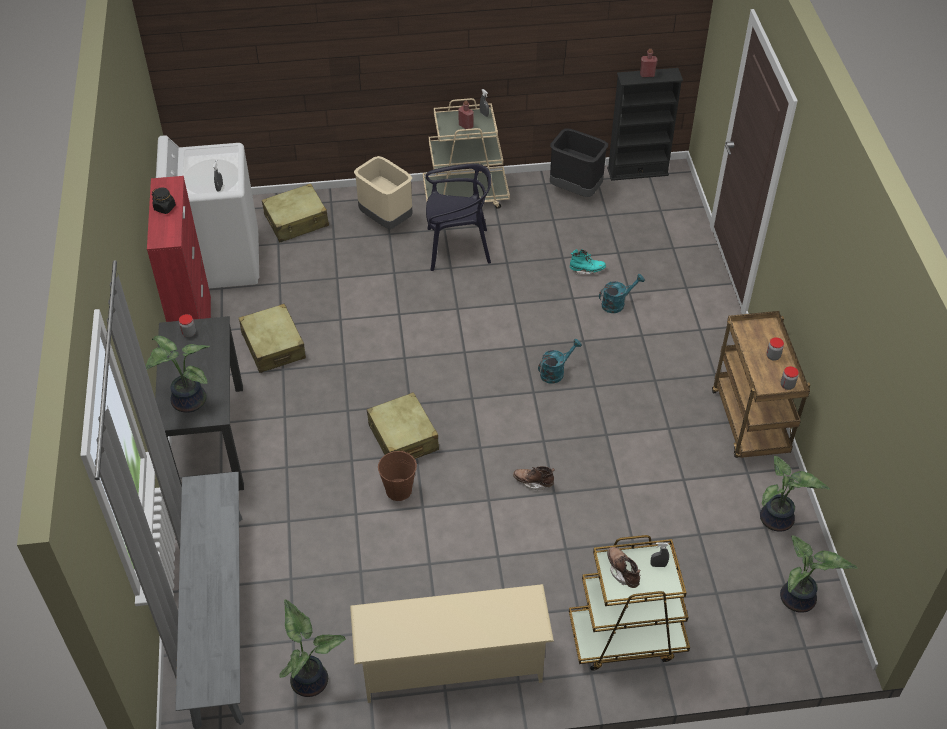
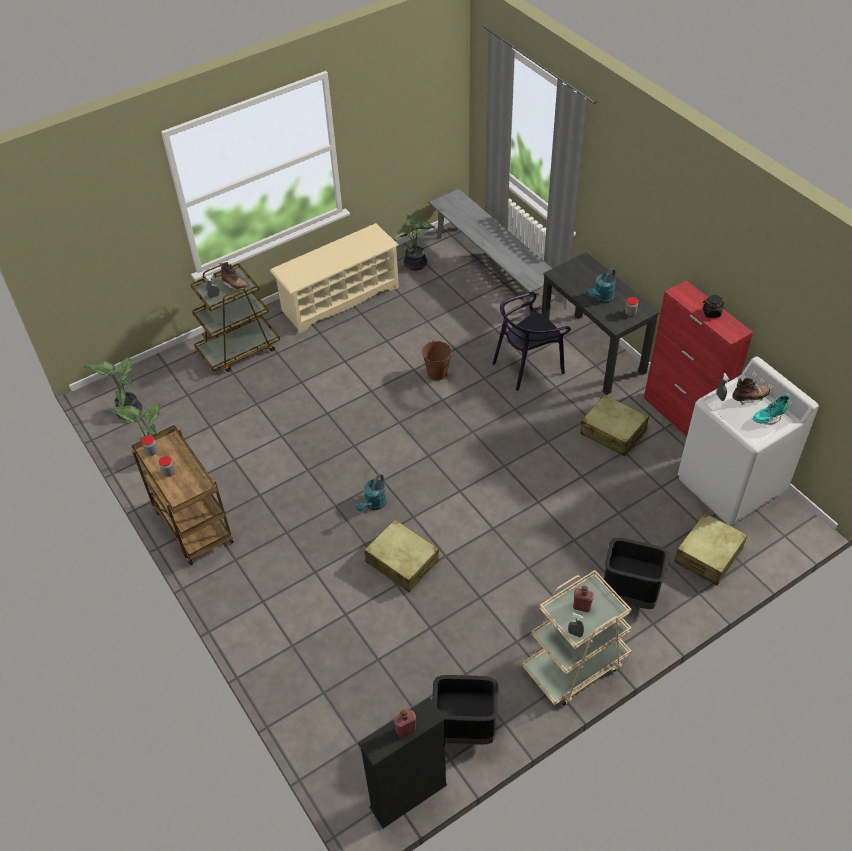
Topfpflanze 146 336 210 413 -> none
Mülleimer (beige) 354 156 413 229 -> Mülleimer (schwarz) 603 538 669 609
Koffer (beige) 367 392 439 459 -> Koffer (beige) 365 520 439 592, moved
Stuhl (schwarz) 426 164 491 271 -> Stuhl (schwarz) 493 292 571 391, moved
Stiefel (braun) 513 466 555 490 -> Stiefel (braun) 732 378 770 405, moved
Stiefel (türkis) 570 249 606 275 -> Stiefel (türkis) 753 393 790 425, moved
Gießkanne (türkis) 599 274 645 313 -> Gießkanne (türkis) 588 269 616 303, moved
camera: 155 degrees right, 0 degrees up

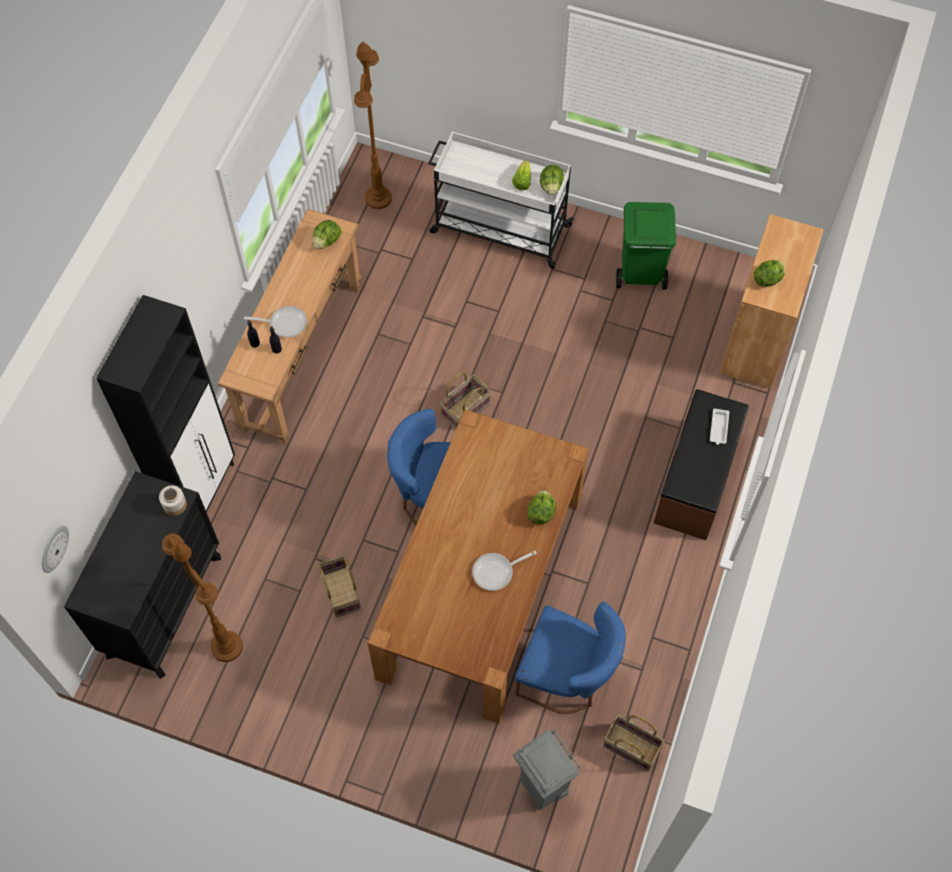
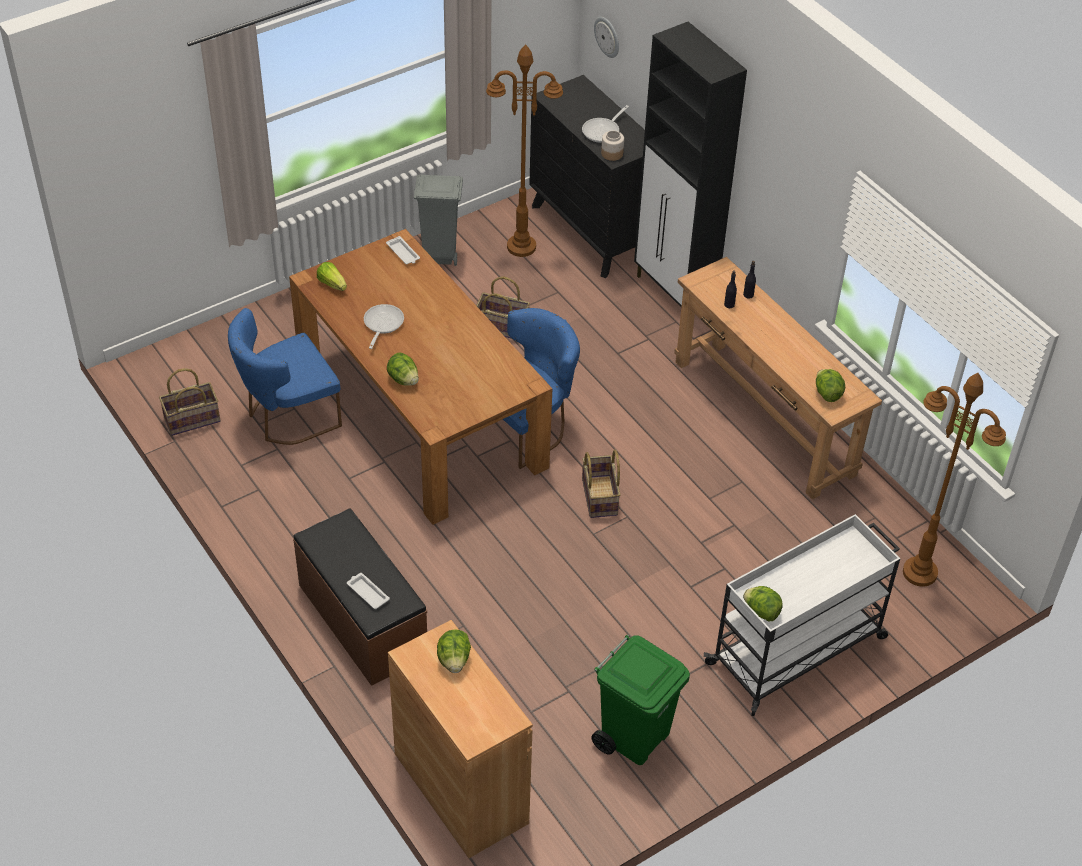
Pfanne 244 306 307 337 -> Pfanne 582 105 629 143, moved
Salatkopf 512 160 531 190 -> Salatkopf 317 262 347 291, moved
Mülleimer (grau) 513 730 581 810 -> Mülleimer (grau) 414 174 463 266, moved
none -> Tablett (weiß) 386 236 420 264
camera: 125 degrees right, 15 degrees down

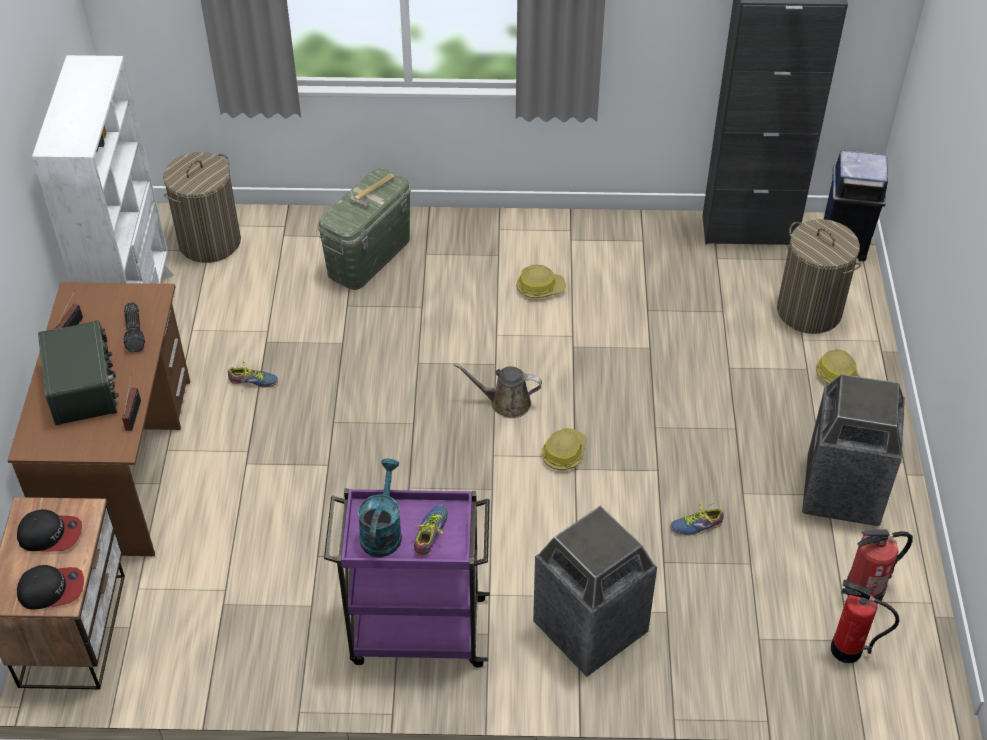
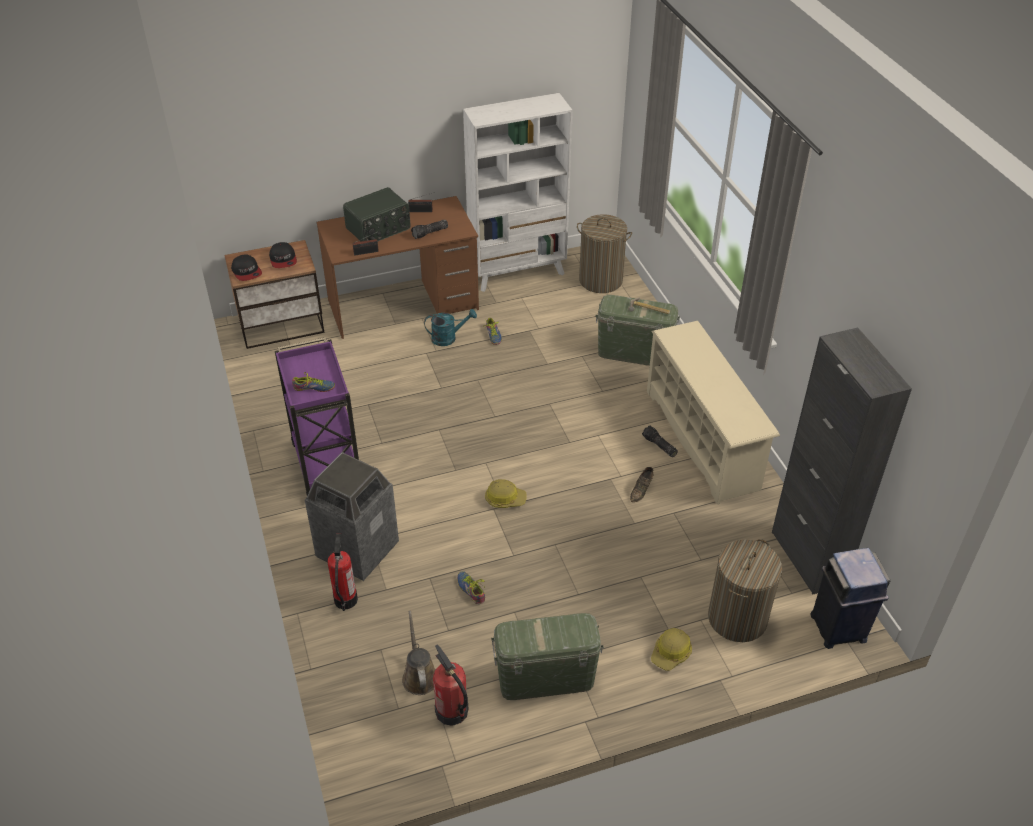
Gießkanne (türkis) 358 458 402 557 -> Gießkanne (türkis) 424 309 477 346, moved
Gießkanne (braun) 454 363 542 418 -> Gießkanne (braun) 402 610 435 695, moved
Schutzhelm 516 265 566 298 -> Taschenlampe 642 425 678 457
Mülleimer 802 374 905 526 -> Aufbewahrungsbox (grün) 491 613 604 700
Feuerlöscher 831 580 899 663 -> Feuerlöscher 328 533 358 611, moved
none -> Schuh (braun) 630 467 653 502
none -> Schuhregal (beige) 647 321 780 504
camera: 70 degrees right, 5 degrees down

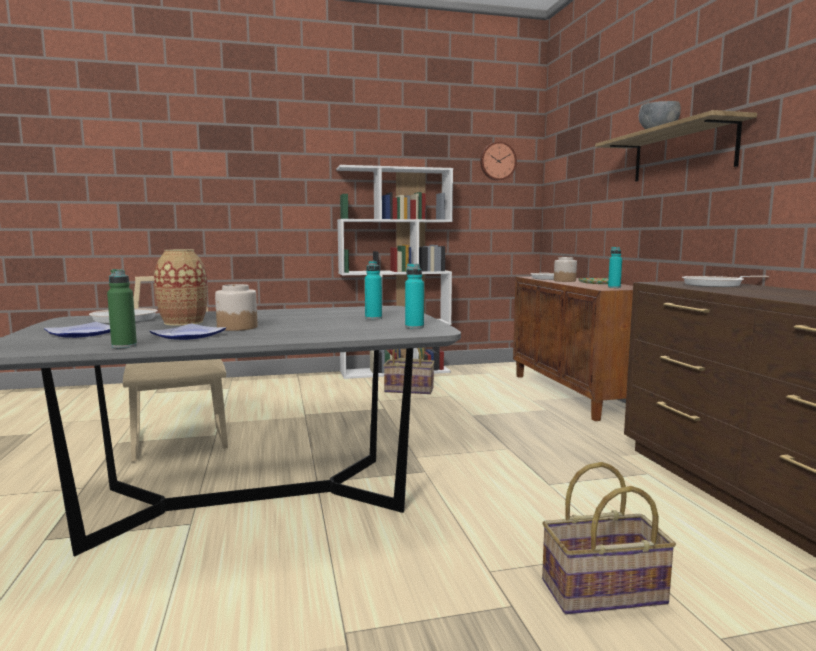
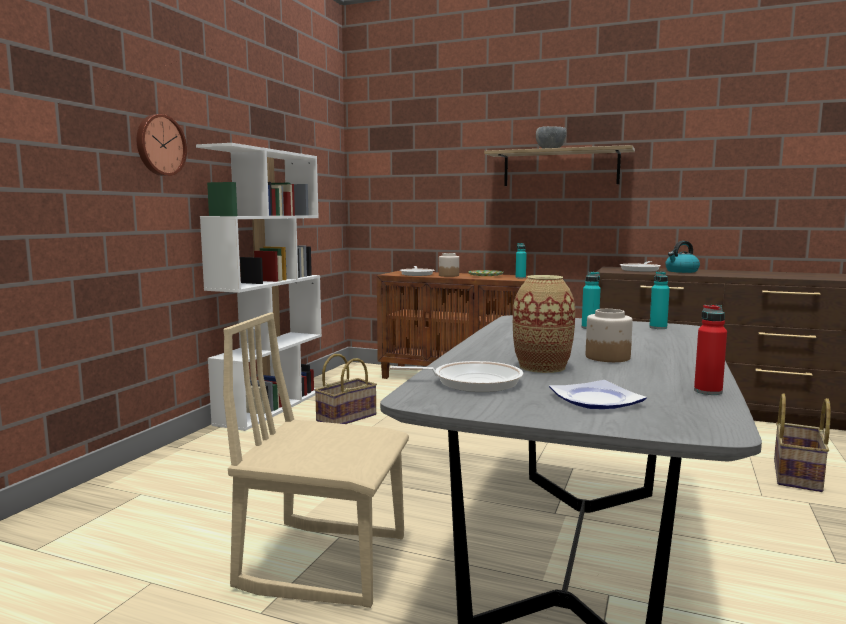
Flasche (grün) 107 269 137 348 -> Flasche (rot) 694 305 727 395
Teller 149 324 226 340 -> none
Wanduhr 480 142 517 181 -> Wanduhr 137 114 187 176, moved
none -> Wasserkessel 665 241 700 273
camera: 55 degrees left, 0 degrees up

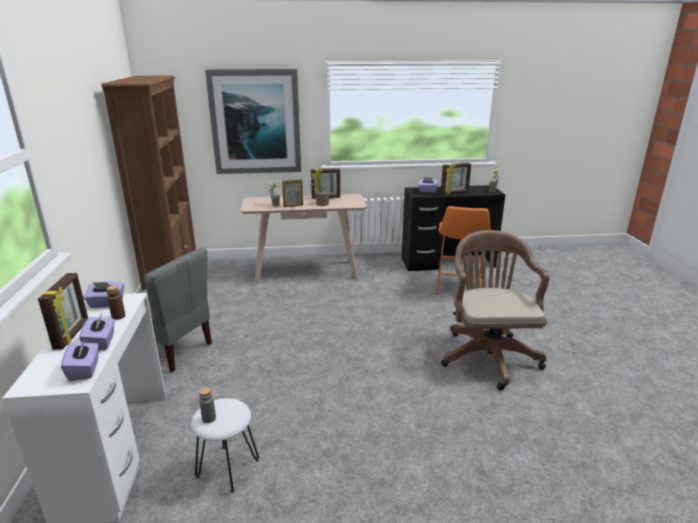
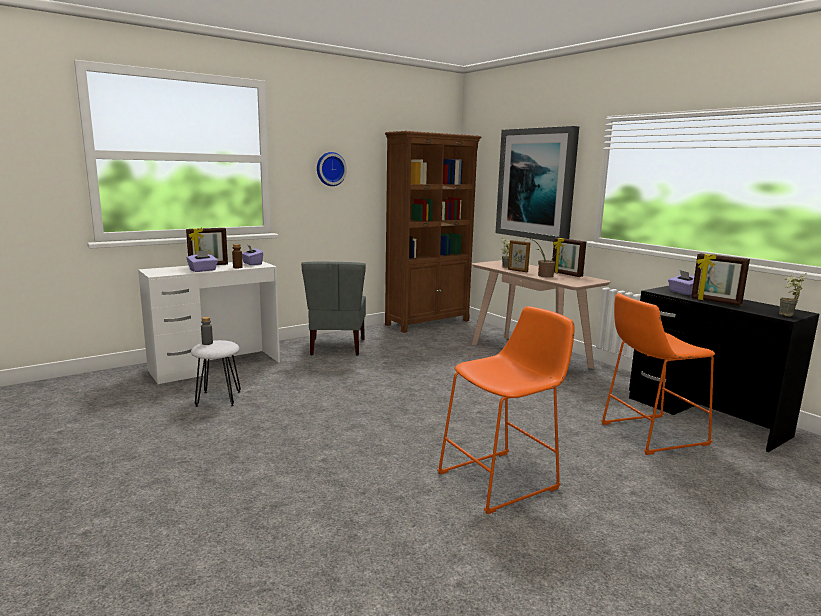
Taschentuchbox (lila) 61 339 99 381 -> none
Bürostuhl (braun) 441 230 549 391 -> Hocker (orange) 437 306 575 514
none -> Wanduhr 317 152 347 186
camera: 60 degrees right, 10 degrees down

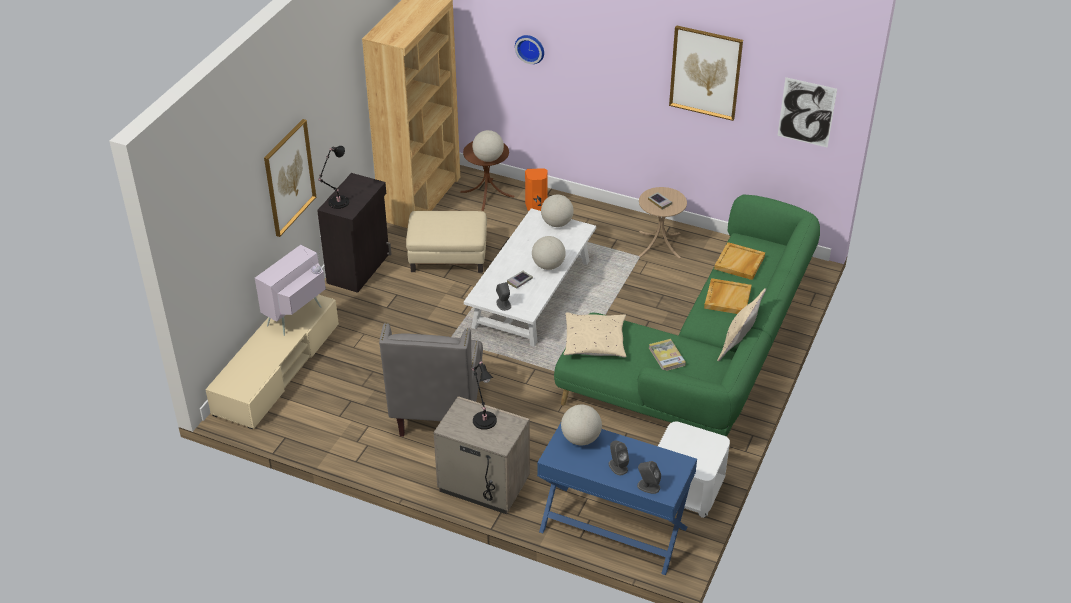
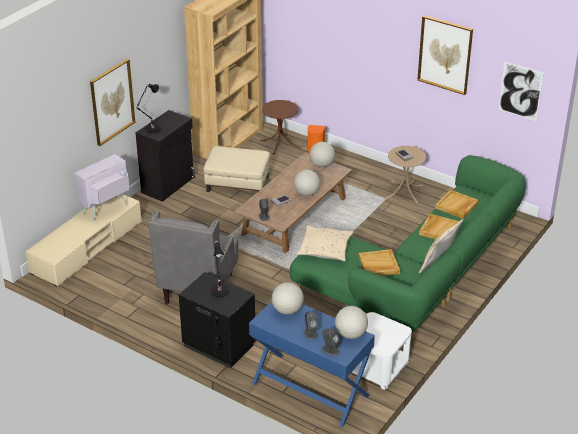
Nachttisch (beige) 434 396 530 514 -> Nachttisch (schwarz) 179 272 256 368
Couchtisch (weiß) 464 208 596 347 -> Couchtisch (braun) 234 153 352 253
Globus 472 130 504 162 -> Globus 335 306 368 339, moved
Wanduhr 515 35 544 64 -> none
Buch 649 339 686 371 -> Tablett (beige) 358 249 400 276
camera: 10 degrees right, 5 degrees down

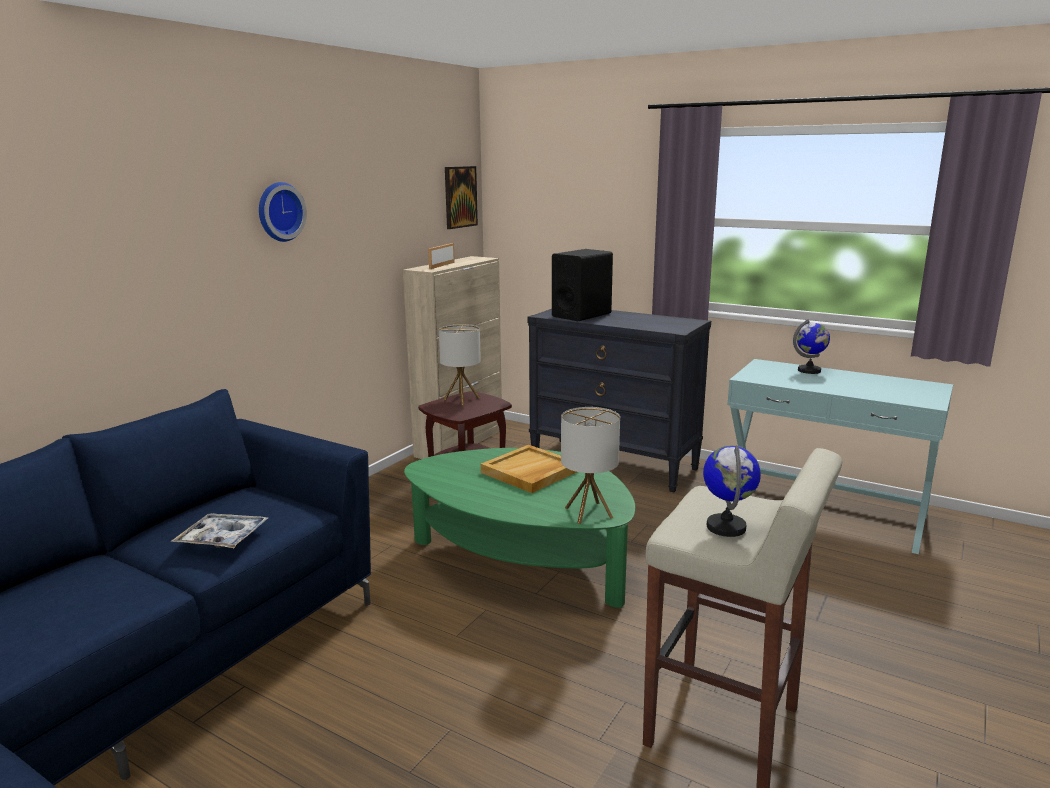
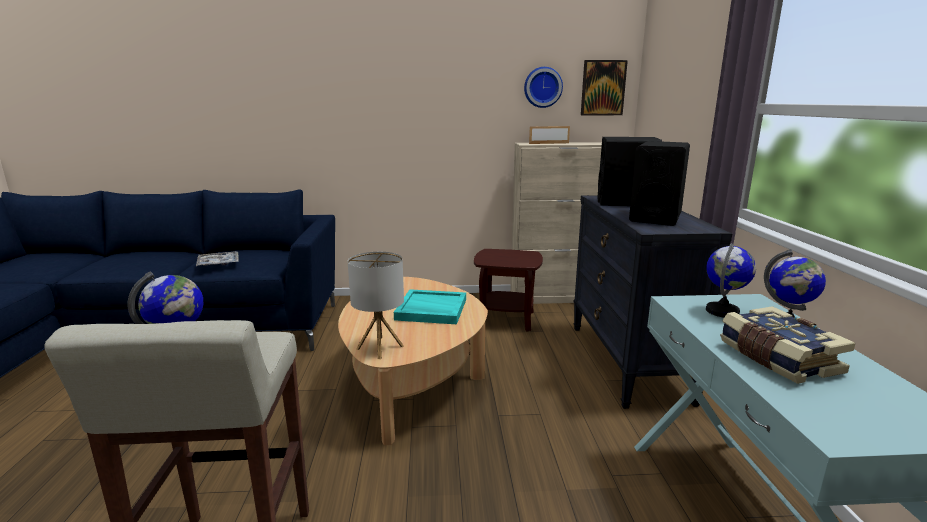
Wanduhr 259 182 307 242 -> Wanduhr 524 67 563 108, moved
Couchtisch (grün) 404 448 635 608 -> Couchtisch (beige) 338 277 488 445
Tischlampe 439 324 481 405 -> none
Tablett (beige) 481 445 577 493 -> Tablett (türkis) 394 289 466 324
none -> Lautsprecher (schwarz) 629 141 690 226
none -> Globus 706 243 756 318
none -> Buch 720 306 856 384
camera: 55 degrees right, 0 degrees up

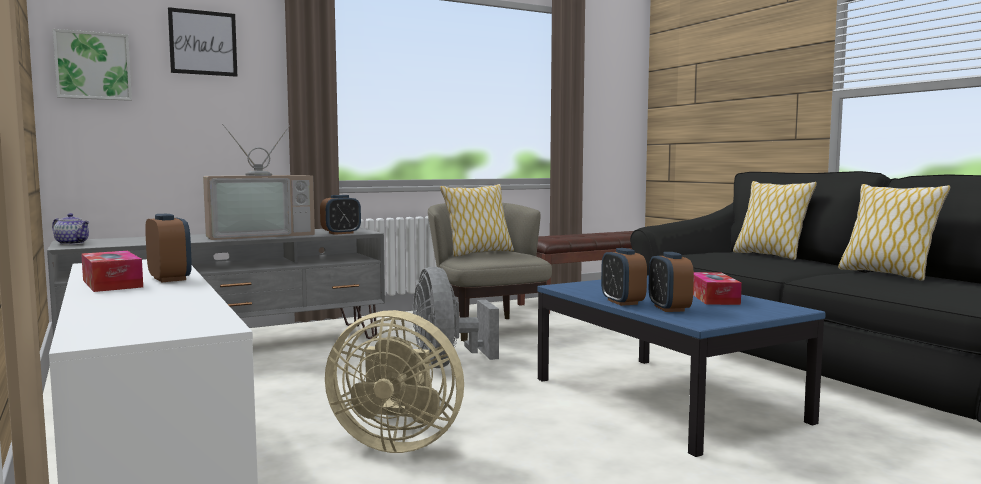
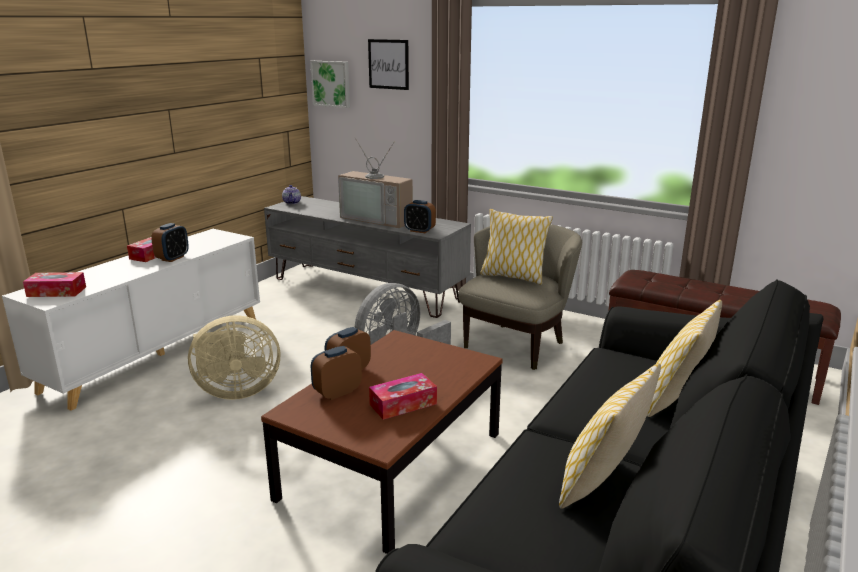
Ventilator (beige) 325 310 464 453 -> Ventilator (beige) 188 315 280 400, 90 degrees counterclockwise
Couchtisch (blau) 537 275 826 457 -> Couchtisch (braun) 261 330 503 554
none -> Taschentuchbox 23 272 86 297
camera: 60 degrees right, 15 degrees up

